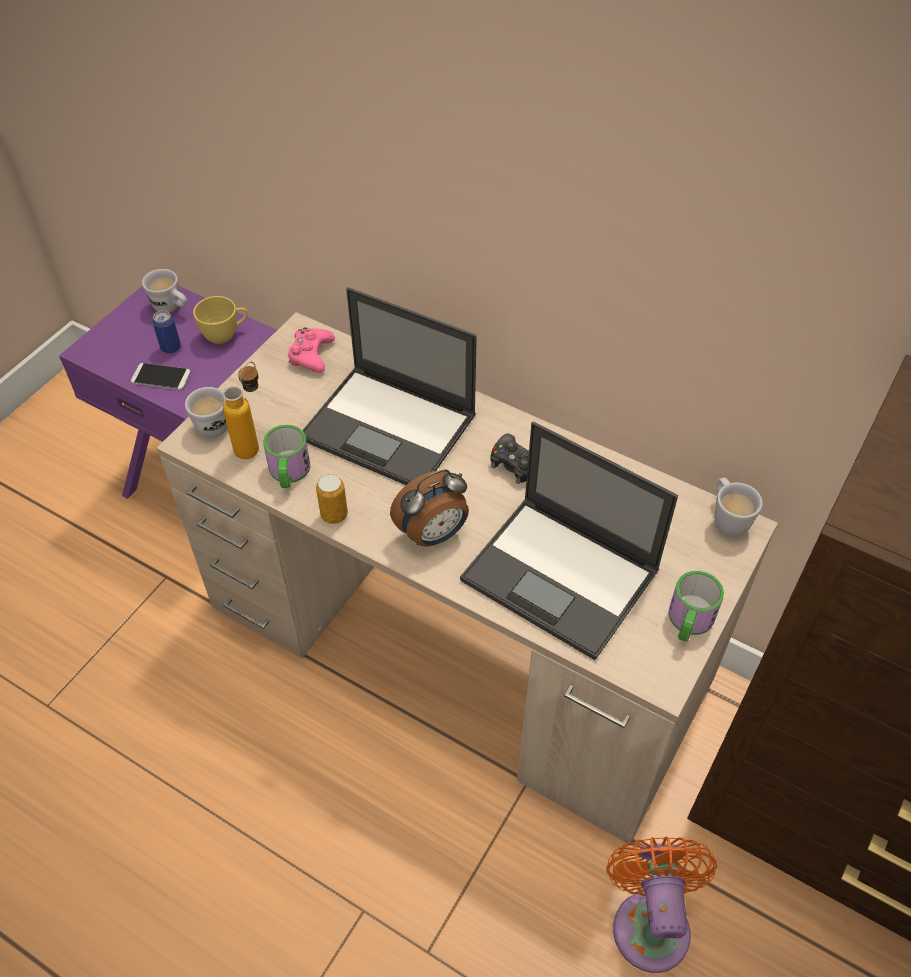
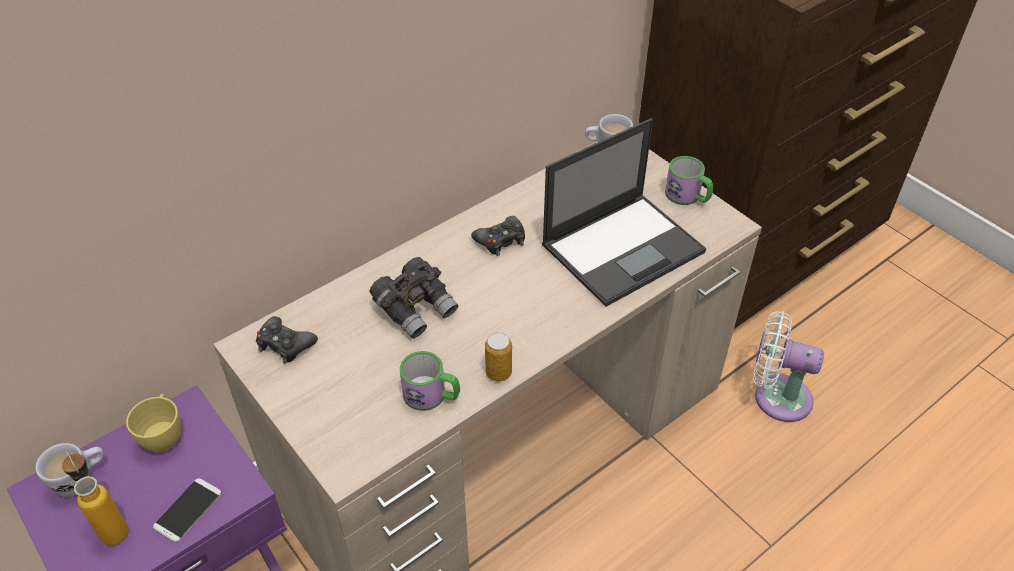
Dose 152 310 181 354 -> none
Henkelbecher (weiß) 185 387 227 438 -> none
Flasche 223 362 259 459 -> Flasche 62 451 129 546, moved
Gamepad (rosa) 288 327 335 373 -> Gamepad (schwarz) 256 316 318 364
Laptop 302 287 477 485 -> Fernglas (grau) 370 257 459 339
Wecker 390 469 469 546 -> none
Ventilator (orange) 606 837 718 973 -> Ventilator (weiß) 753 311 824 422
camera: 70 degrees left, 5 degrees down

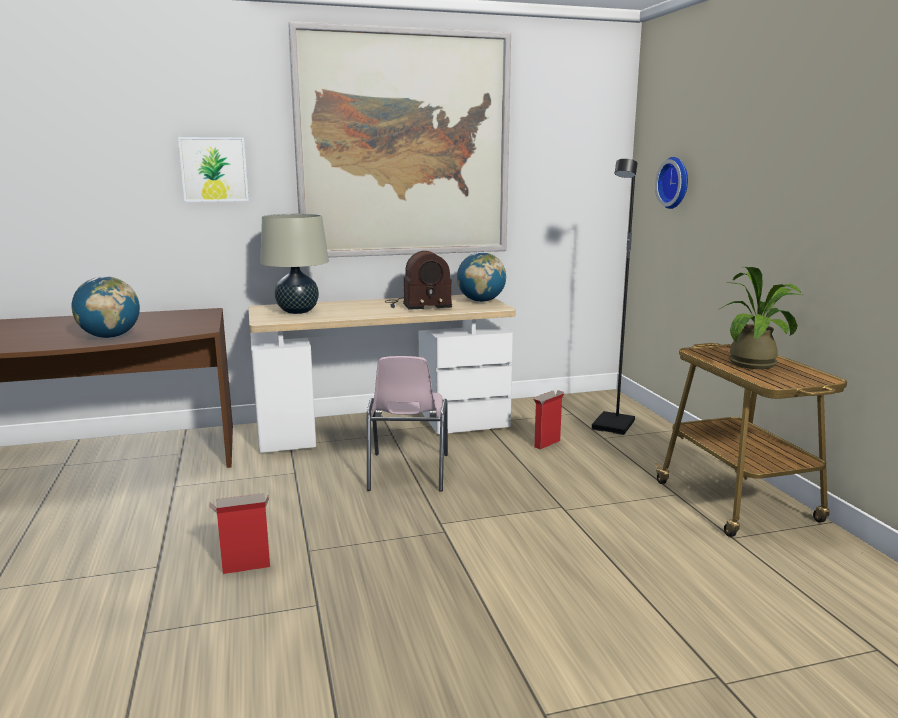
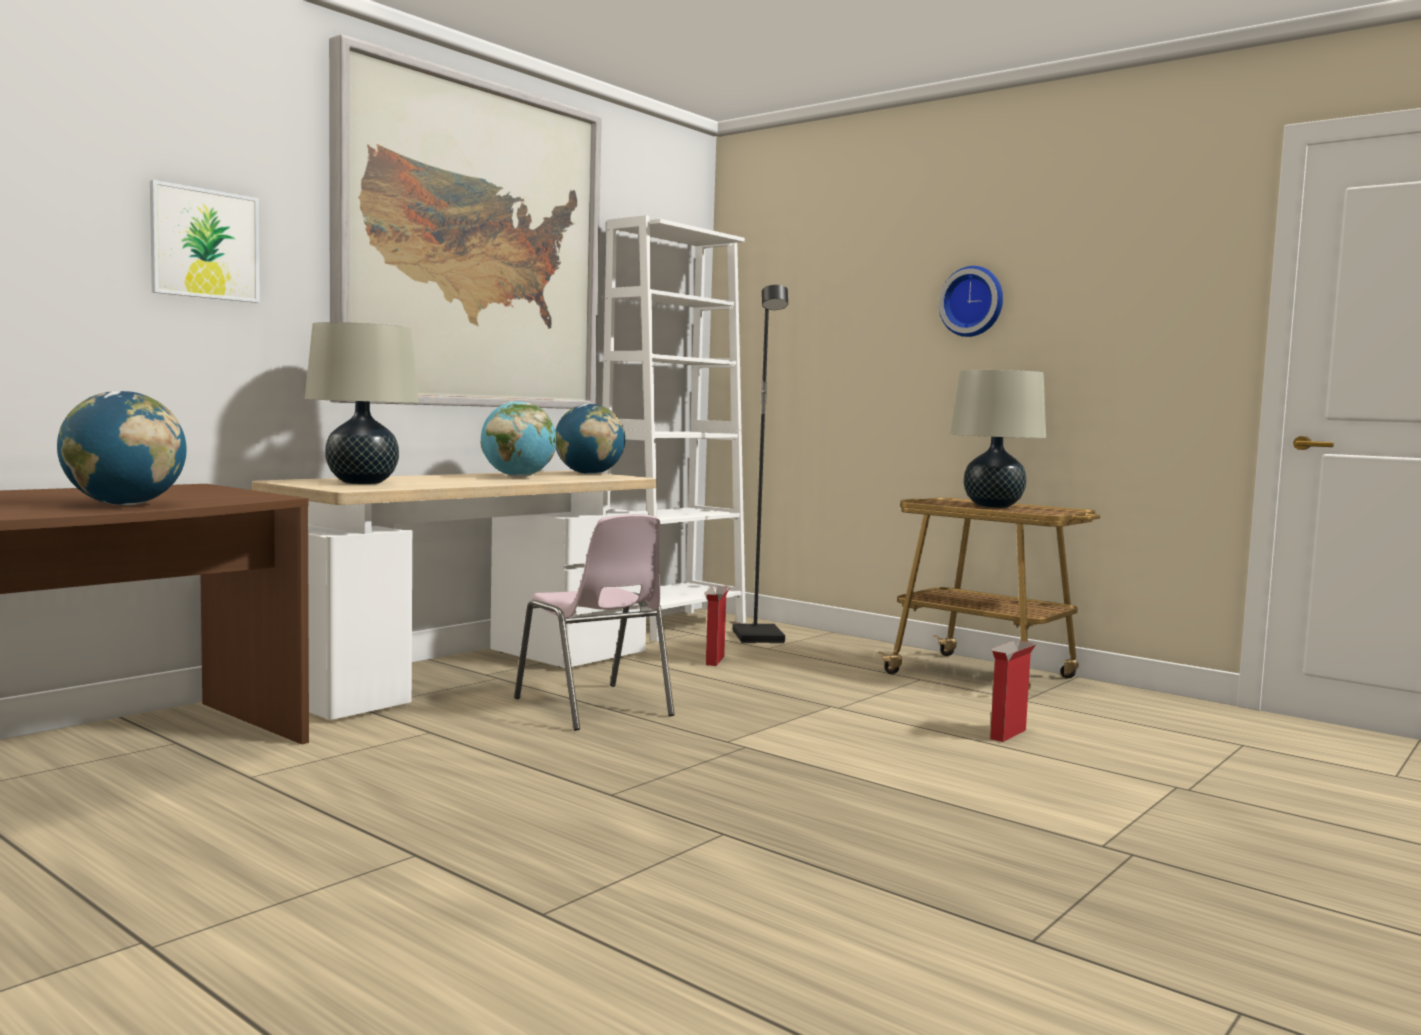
Karton 209 493 270 574 -> Karton 990 641 1036 742, moved
Radio 386 251 452 310 -> Globus 481 401 557 477
Wanduhr 655 157 688 209 -> Wanduhr 938 266 1003 337, moved
Topfpflanze 718 267 802 369 -> Tischlampe (beige) 950 370 1046 508
none -> Bücherregal (weiß) 602 215 746 642
camera: 35 degrees left, 10 degrees down

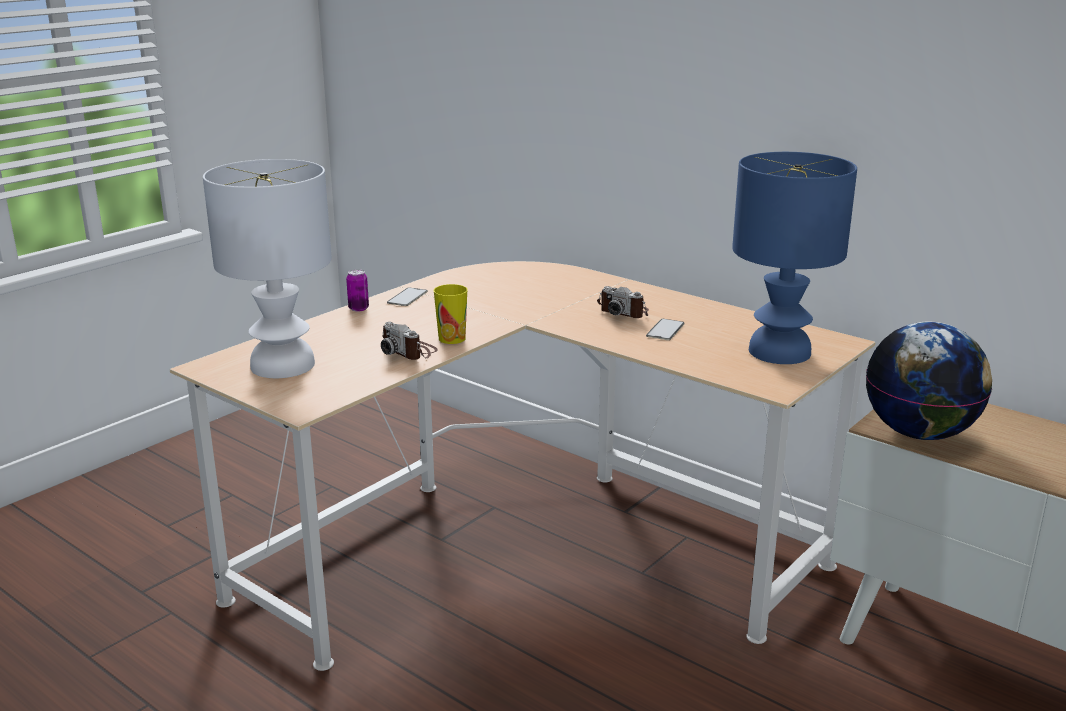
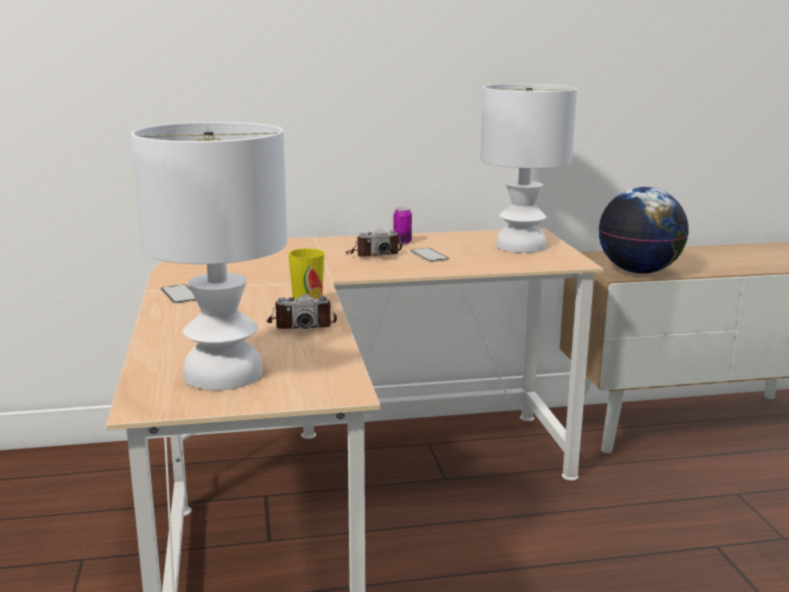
Dose 346 269 369 312 -> Dose 394 207 412 244, moved
Tischlampe (blau) 732 152 857 364 -> Tischlampe (weiß) 480 84 577 253
camera: 50 degrees left, 5 degrees down

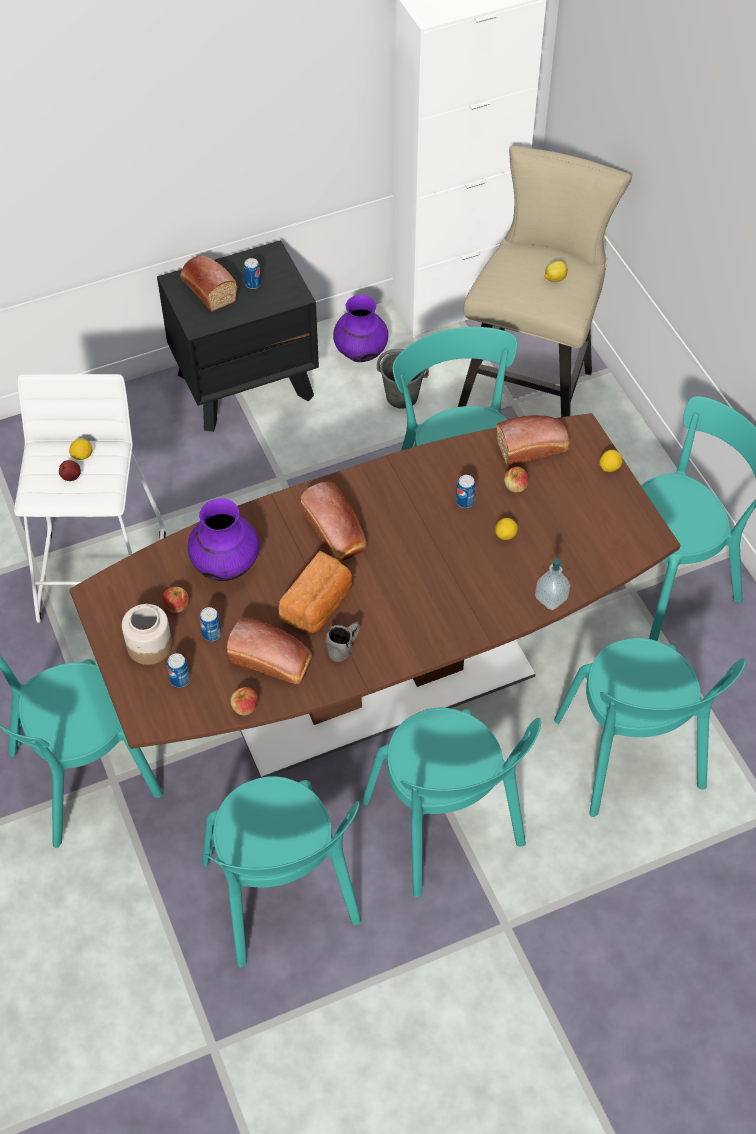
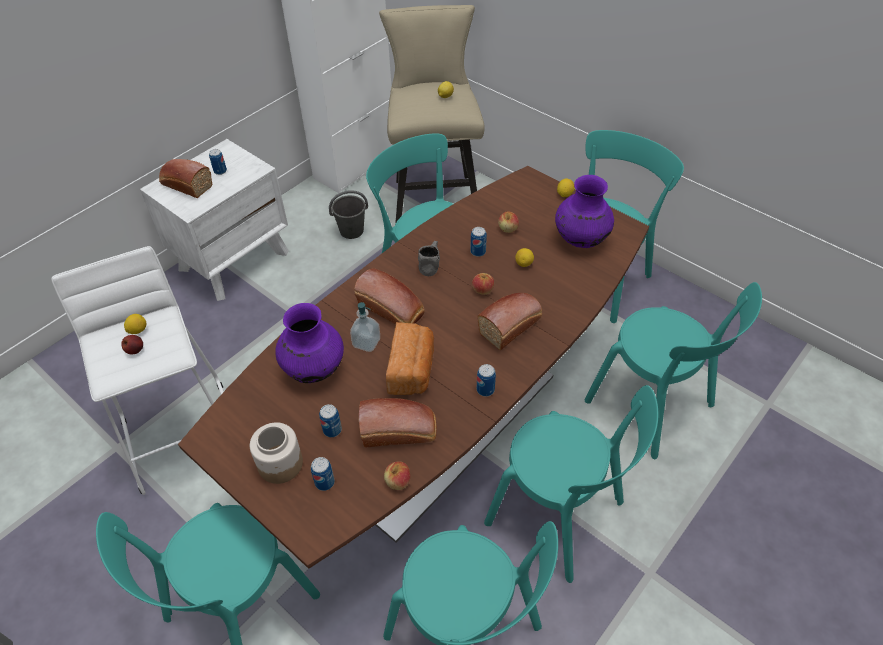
Nachttisch (schwarz) 157 240 319 432 -> Nachttisch (weiß) 140 139 289 301
Apfel 162 587 189 613 -> Apfel 472 273 494 295, moved
Henkelbecher (grau) 326 622 360 662 -> Henkelbecher (grau) 418 241 440 276, moved
Vase (lila) 333 295 388 362 -> Vase (lila) 555 175 614 248, moved
Brot 497 415 570 467 -> Brot 478 293 542 350, moved
Seifenspender 535 558 571 610 -> Seifenspender 350 302 380 352, moved
none -> Dose 477 364 496 397
camera: 25 degrees left, 5 degrees down

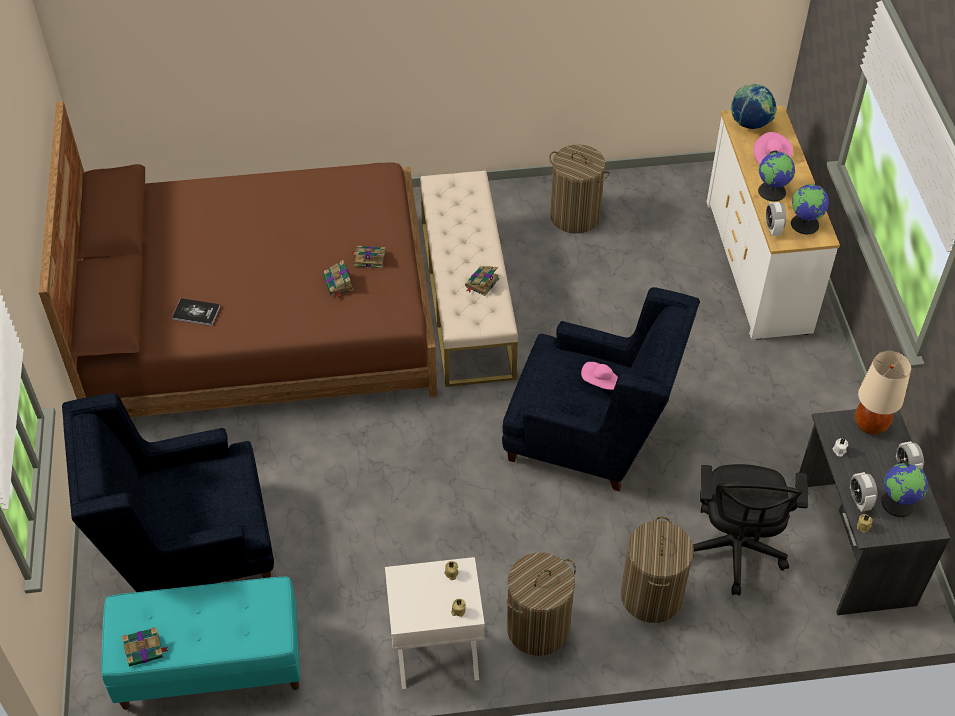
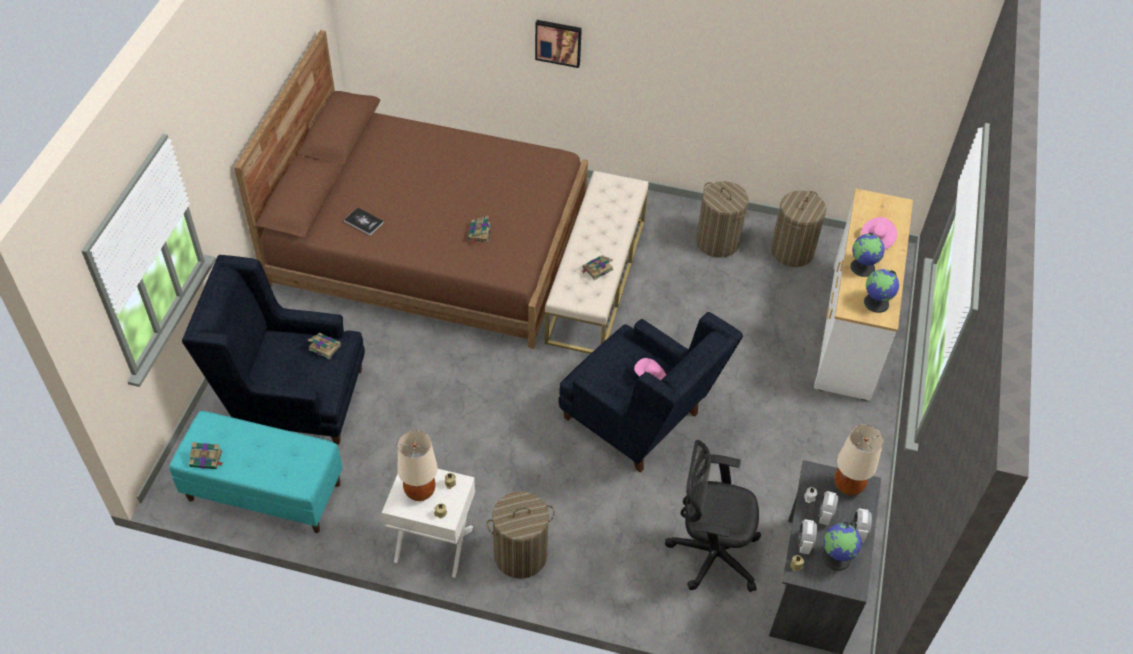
Buch 351 246 386 268 -> Buch 308 333 341 360, moved
Wäschekorb 621 516 694 623 -> Wäschekorb 771 190 826 267, moved
Bürostuhl (schwarz) 693 464 808 596 -> Bürostuhl (schwarz) 665 440 761 592, 75 degrees clockwise
Globus 731 84 777 129 -> none
Wecker 766 202 786 236 -> Wecker 819 491 838 526, moved
none -> Tischlampe (beige) 398 430 438 501
none -> Bild 535 20 582 68
camera: 20 degrees right, 0 degrees up

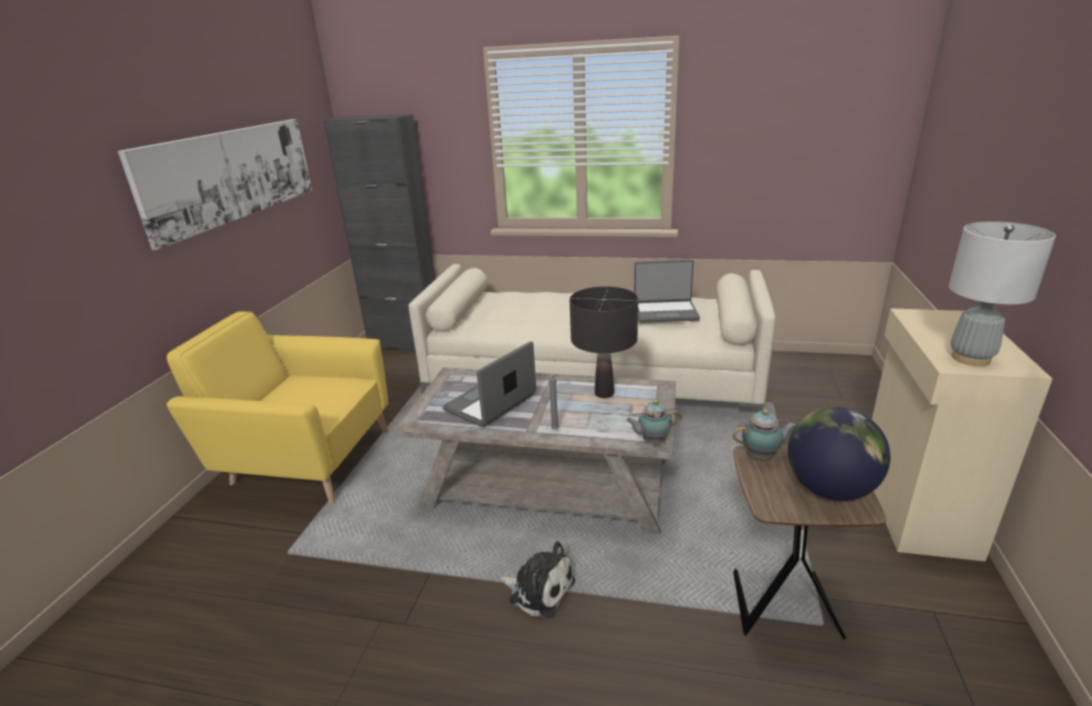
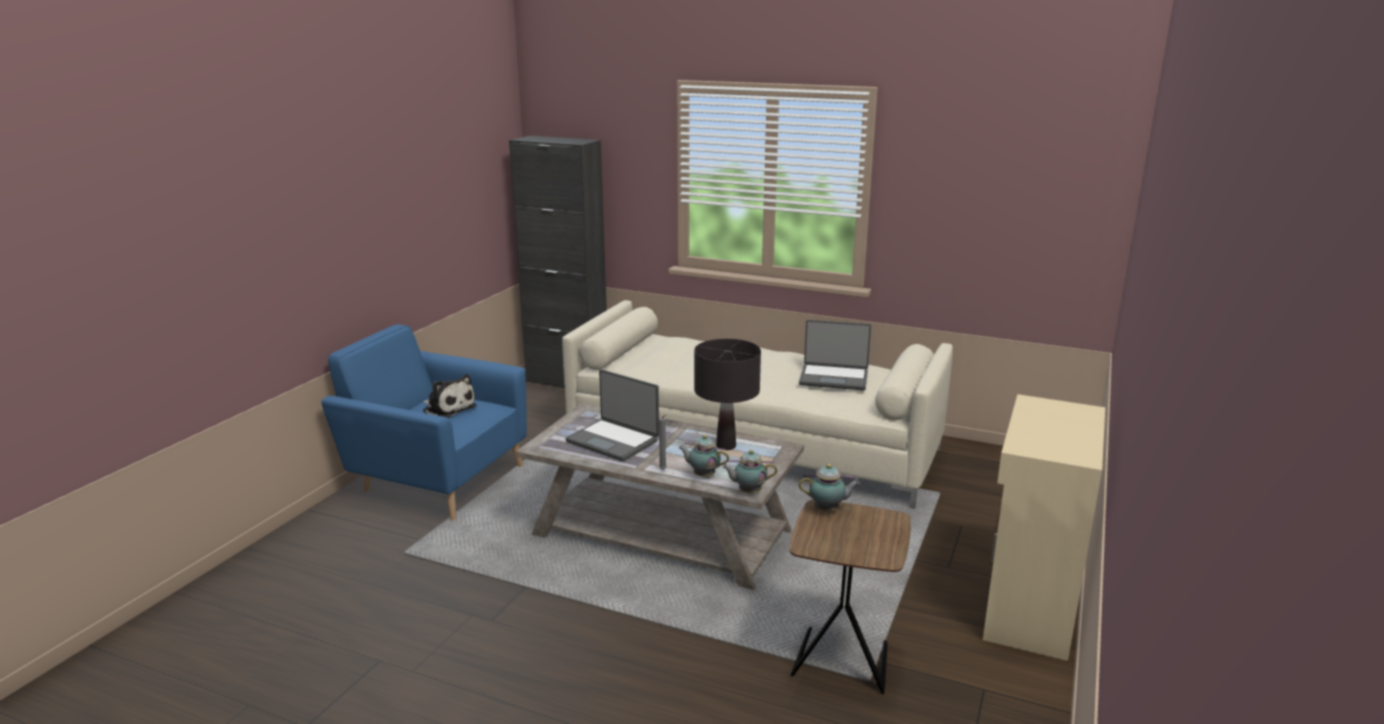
Bild 118 119 312 250 -> none
Sessel (gelb) 167 312 389 505 -> Sessel (blau) 321 324 527 521
Laptop 443 341 536 428 -> Laptop 565 369 659 461, 105 degrees counterclockwise
Plüschtier 500 541 575 618 -> Plüschtier 423 374 477 418, moved
Globus 788 407 890 501 -> none
Tischlampe (grau) 949 221 1056 366 -> none
none -> Teekanne 678 435 729 477
camera: 10 degrees right, 5 degrees down

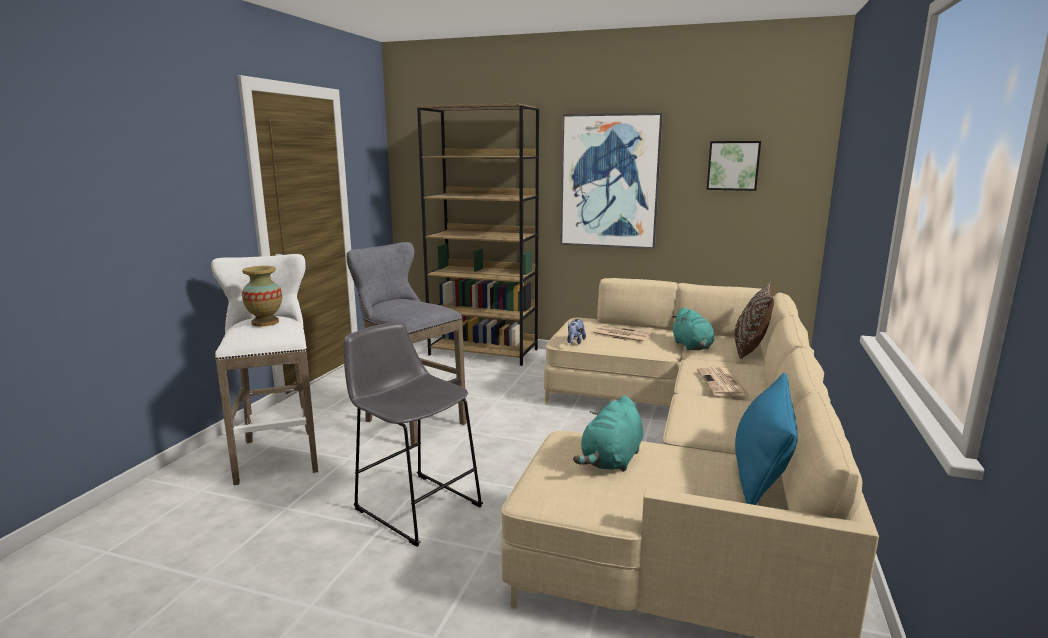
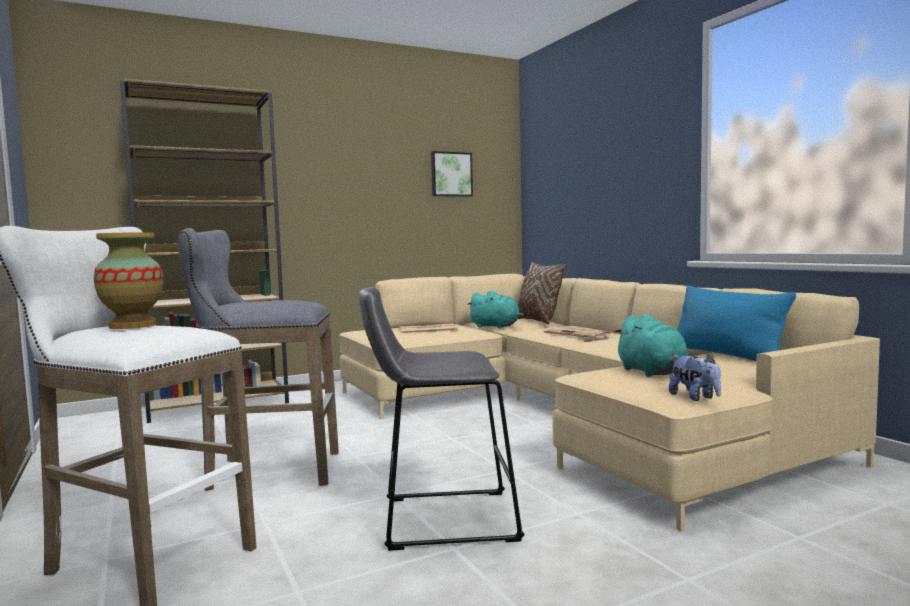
Bild 560 113 663 249 -> none
Plüschtier 567 319 586 344 -> Plüschtier 669 354 721 401, moved
camera: 45 degrees left, 10 degrees down

